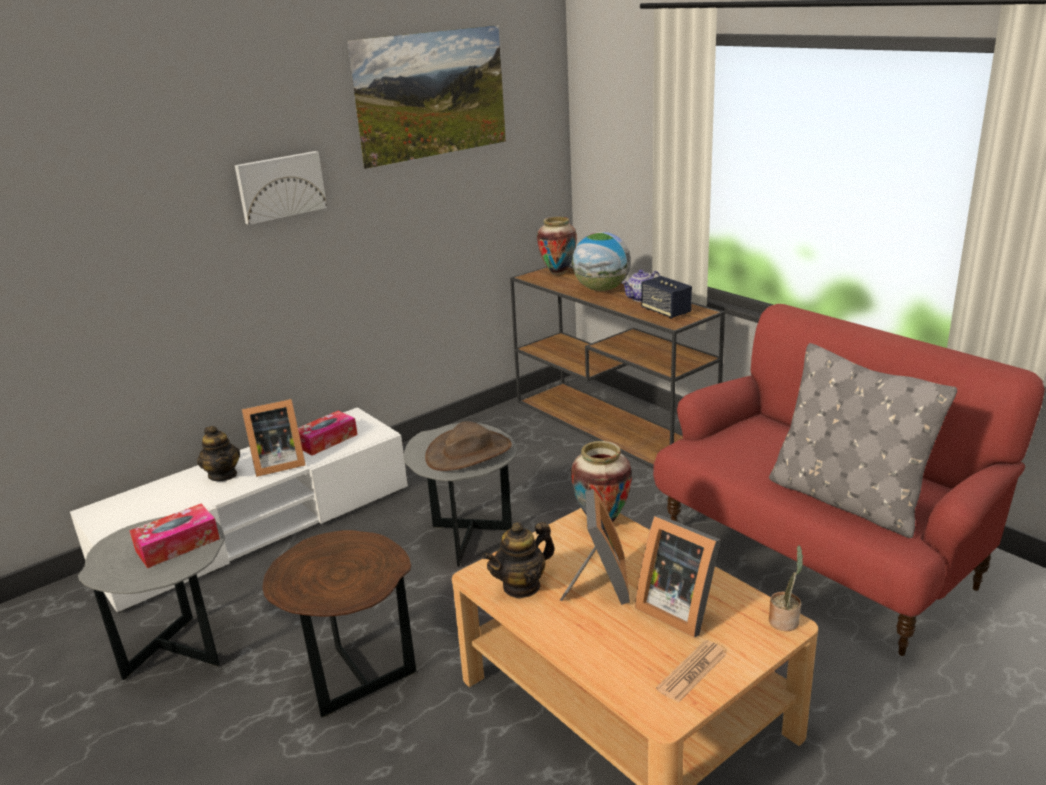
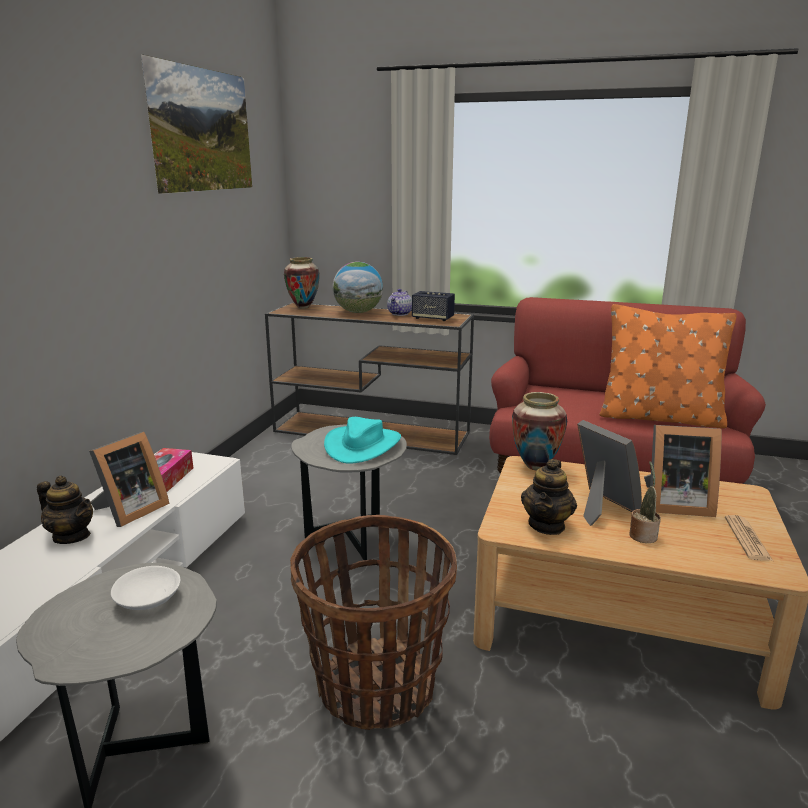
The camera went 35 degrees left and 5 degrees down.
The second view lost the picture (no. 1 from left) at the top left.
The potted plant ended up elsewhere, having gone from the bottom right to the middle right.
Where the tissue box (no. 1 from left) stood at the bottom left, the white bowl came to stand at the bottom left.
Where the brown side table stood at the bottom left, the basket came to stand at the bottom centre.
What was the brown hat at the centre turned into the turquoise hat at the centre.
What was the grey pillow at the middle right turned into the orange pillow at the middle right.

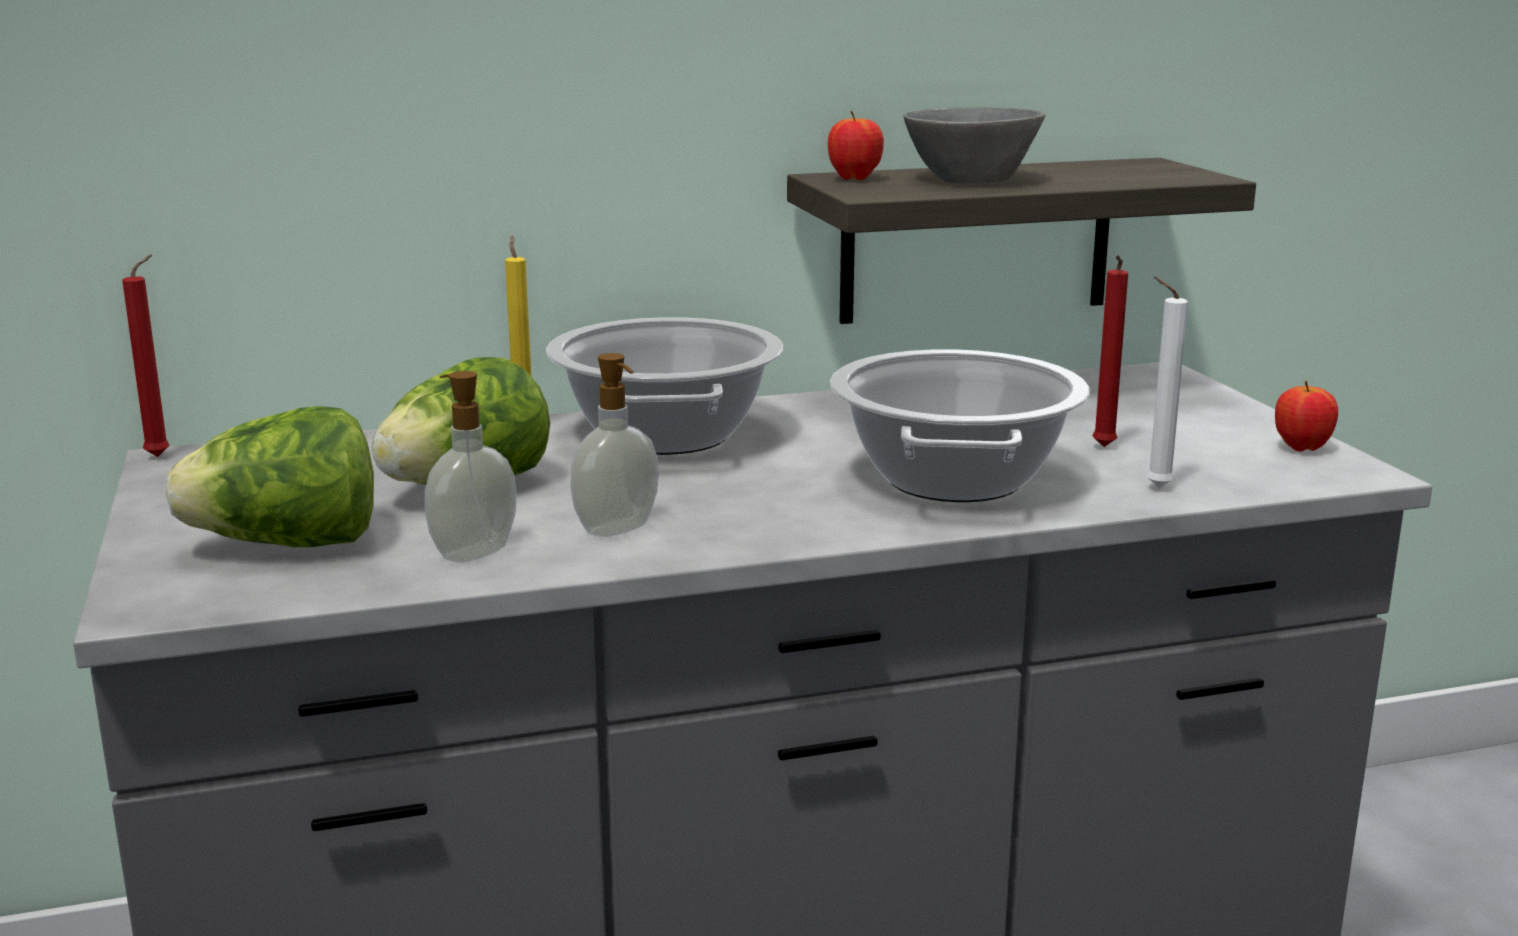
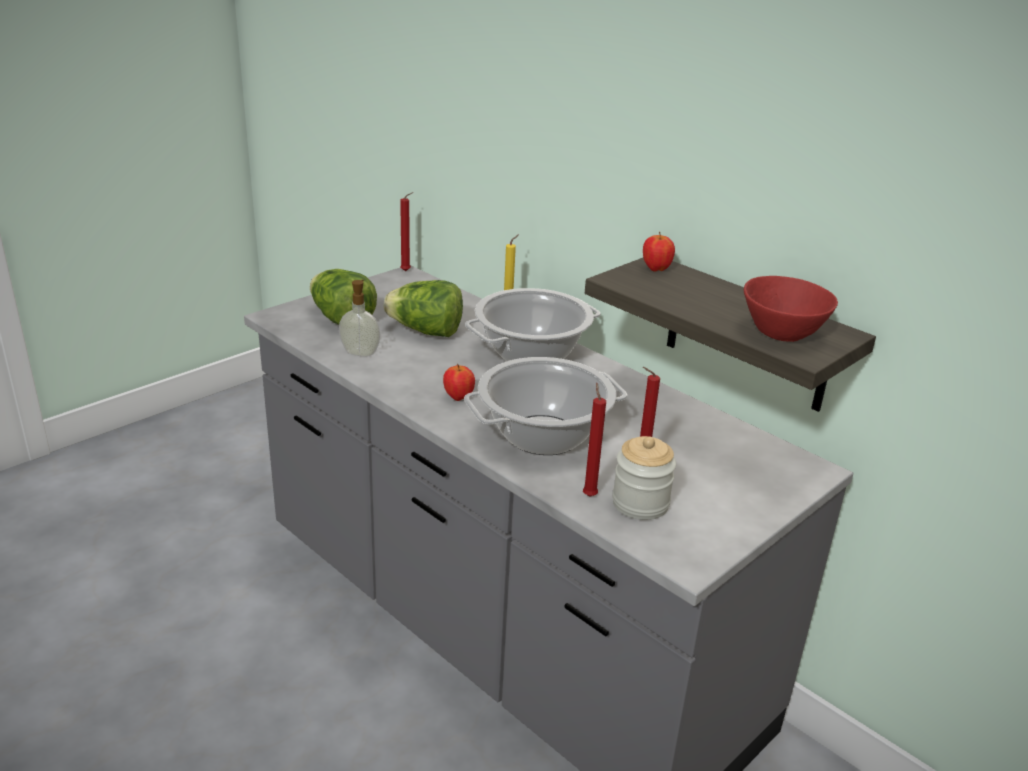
The camera went 60 degrees right and 10 degrees up.
The second view lost the soap dispenser (no. 2 from left) at the centre.
The second view lost the grey bowl at the top centre.
The second view gained the jar at the centre.
The second view gained the red bowl at the middle right.
The apple (no. 2 from left in the first image) ended up elsewhere, having gone from the middle right to the centre.
What was the white candle at the middle right turned into the red candle (no. 2 from left) at the centre.

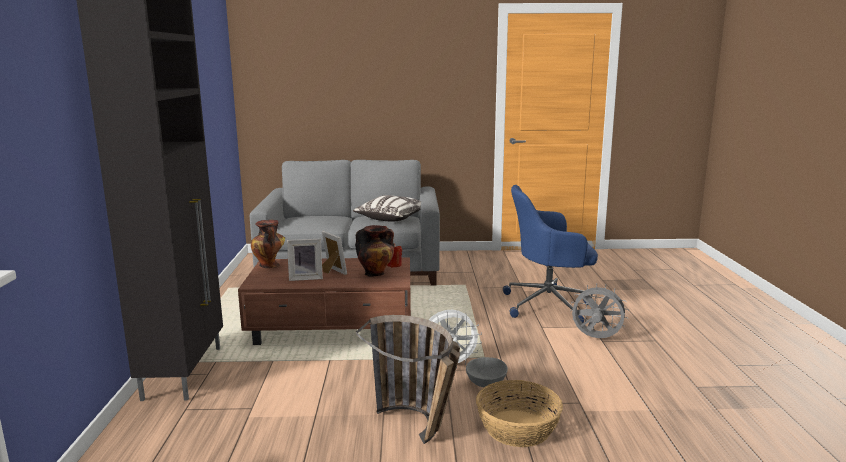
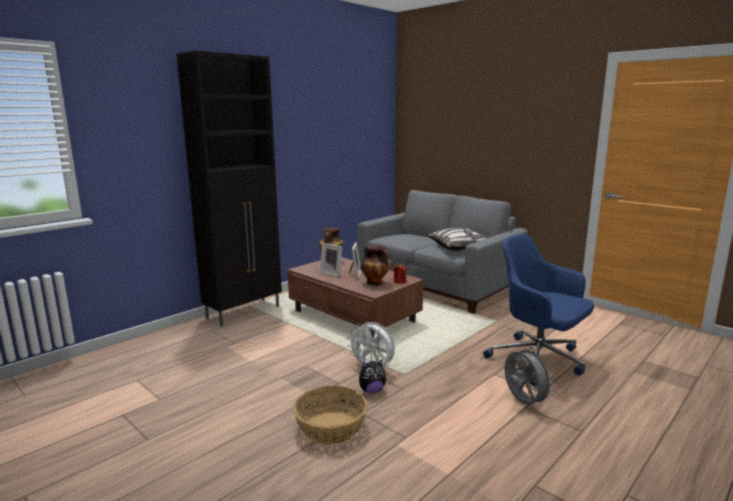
The camera went 45 degrees right and 0 degrees up.
The second view lost the basket (no. 1 from left) at the bottom centre.
Where the grey bowl stood at the bottom centre, the plush toy came to stand at the bottom centre.

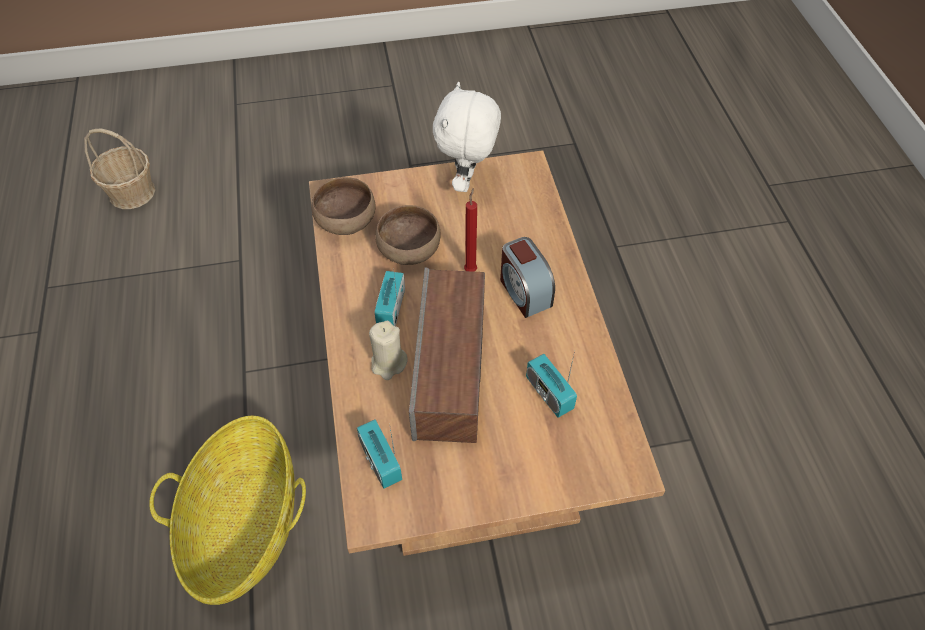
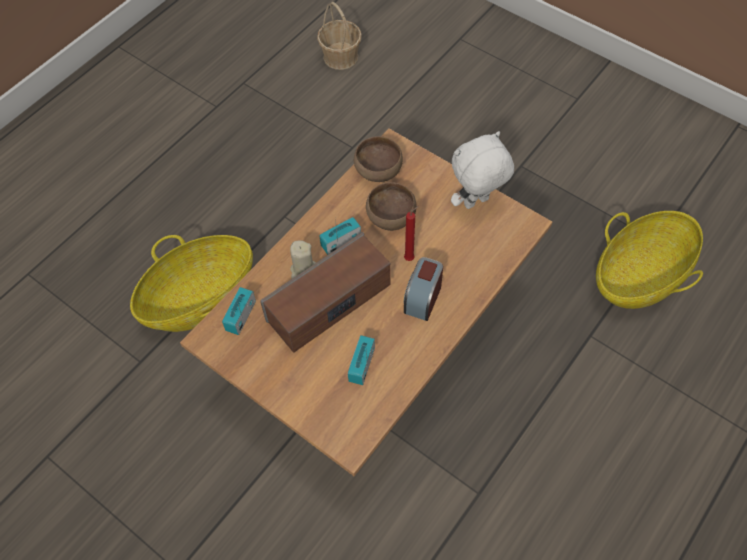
The camera went 50 degrees right and 5 degrees up.
The second view gained the basket (no. 3 from left) at the middle right.

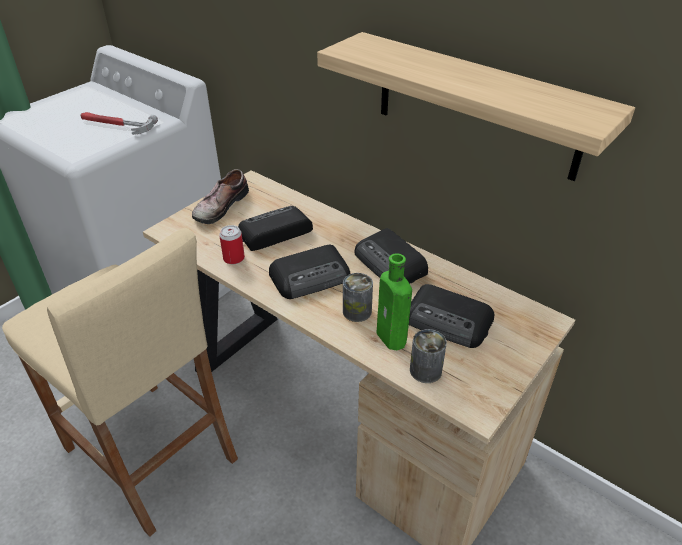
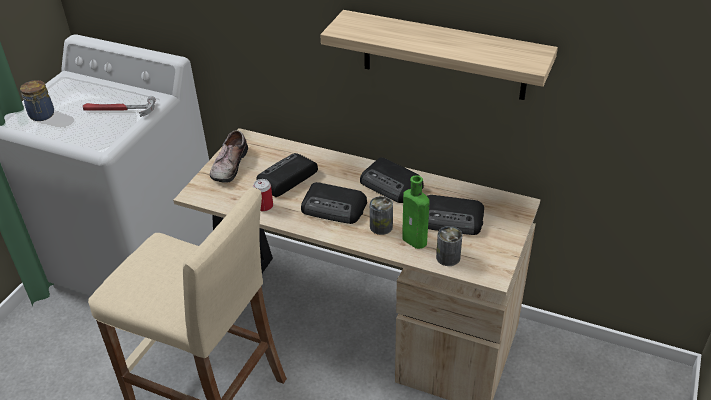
The camera went 15 degrees left and 0 degrees up.
The second view gained the jar at the top left.
The radio (no. 2 from left) at the centre ended up facing another way, 60 degrees clockwise from before.

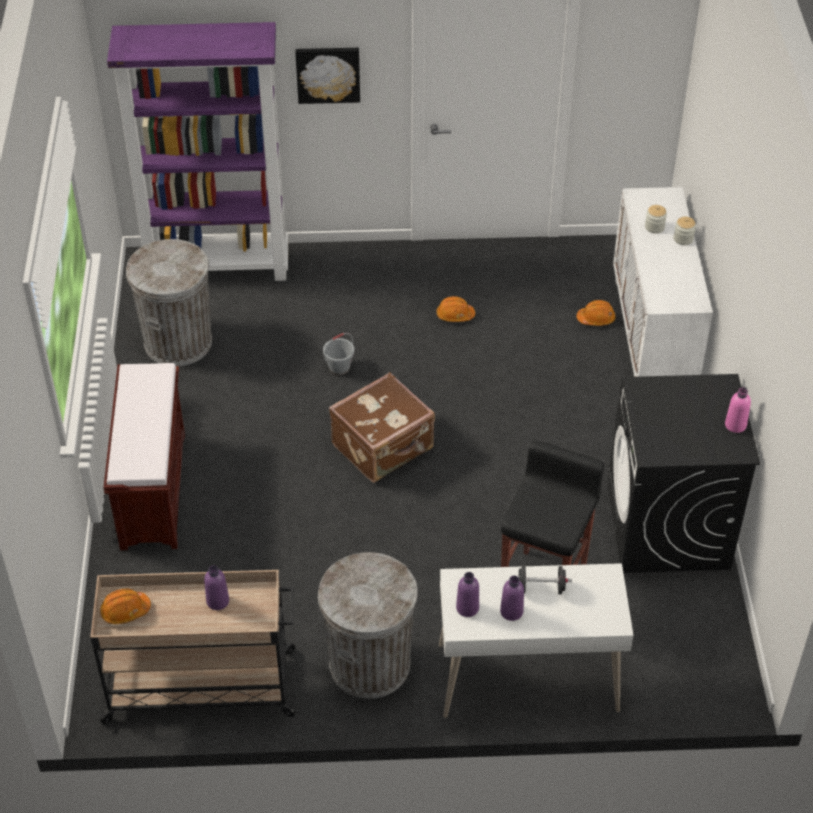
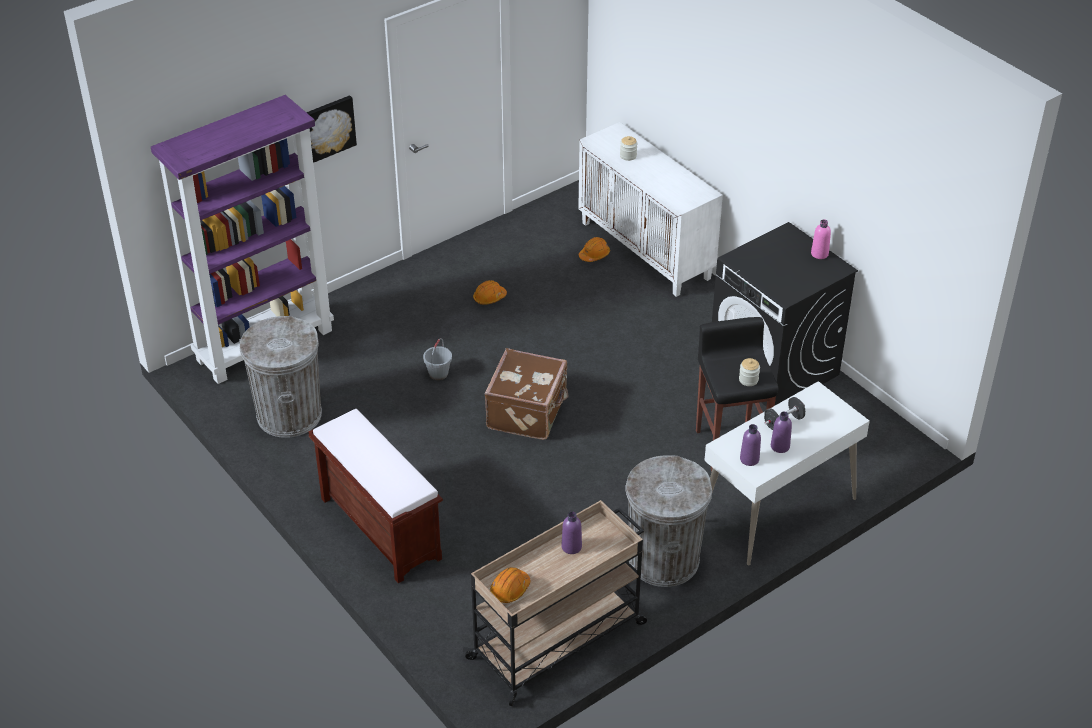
The camera went 35 degrees left and 5 degrees down.
The jar (no. 2 from left) ended up elsewhere, having gone from the top right to the middle right.

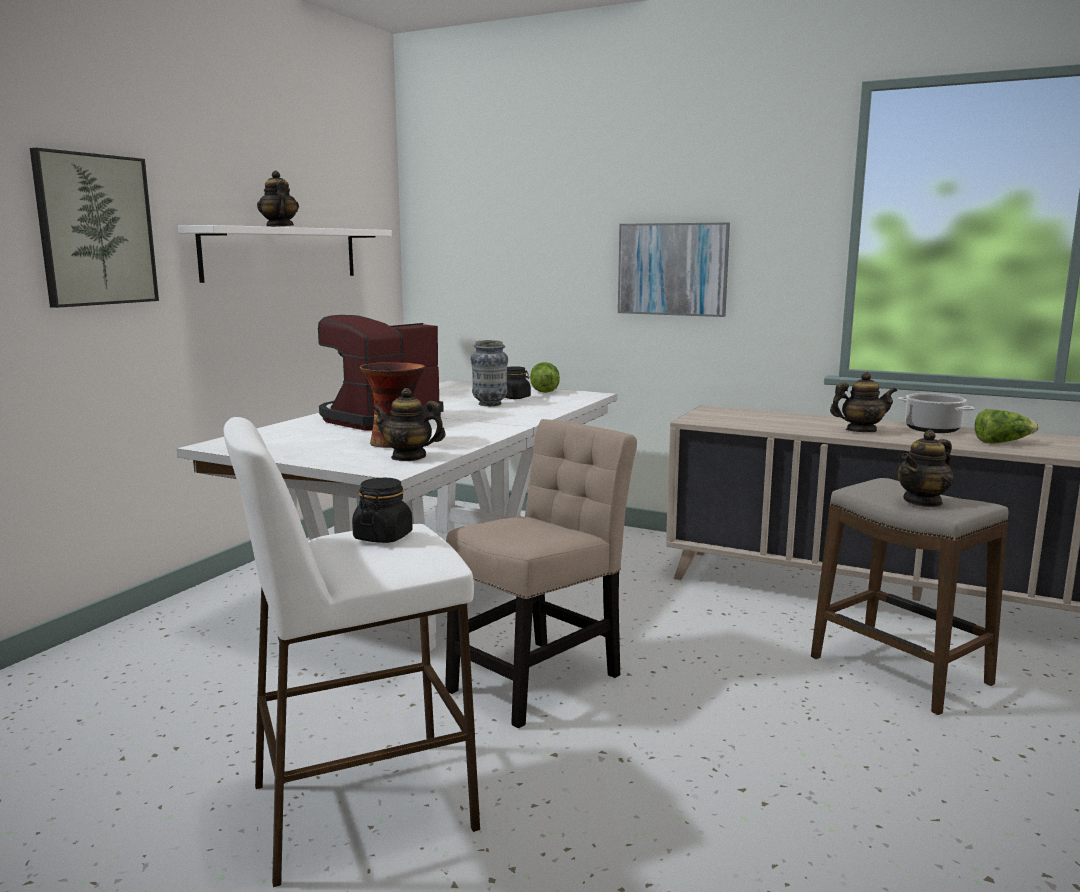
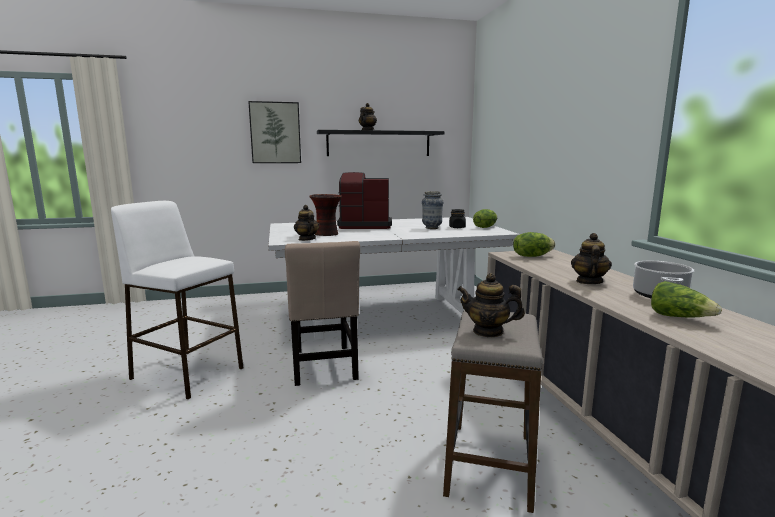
The camera went 50 degrees right and 0 degrees up.
The second view lost the black jar (no. 1 from left) at the centre.
The second view lost the picture (no. 2 from left) at the top centre.
The second view gained the lettuce (no. 2 from left) at the middle right.
What was the white shelf at the top left turned into the black shelf at the top centre.
The beige chair at the centre ended up facing another way, 75 degrees clockwise from before.
The teapot (no. 3 from left in the first image) at the middle right ended up facing another way, 120 degrees counterclockwise from before.

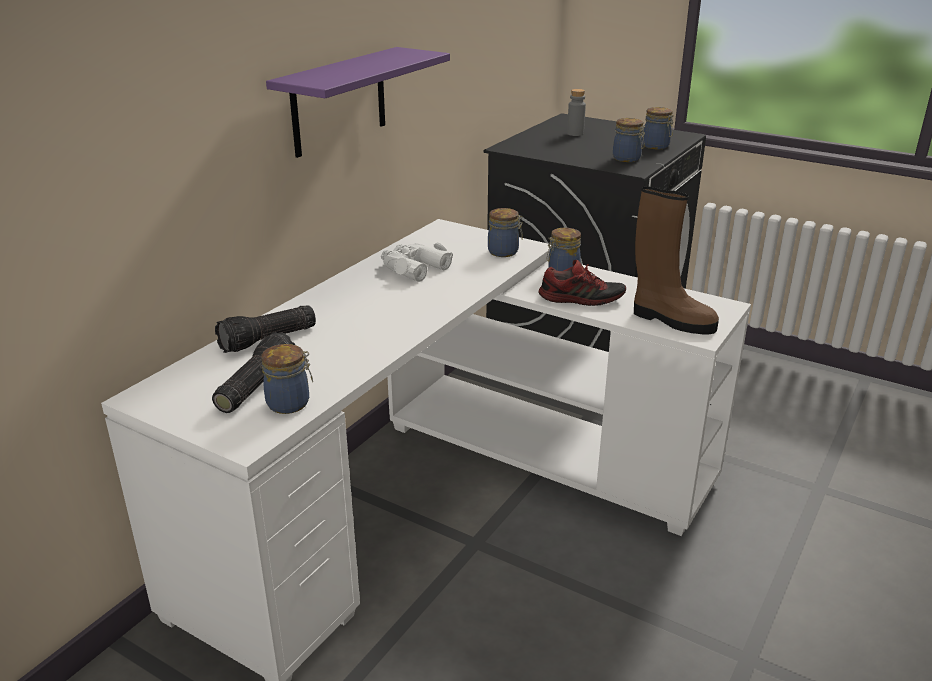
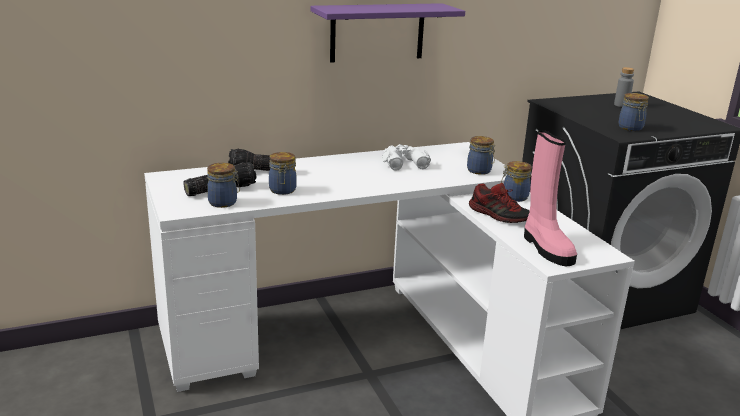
The camera went 35 degrees right and 5 degrees down.
The jar (no. 5 from left in the first image) ended up elsewhere, having gone from the top right to the centre.
What was the brown boot at the middle right turned into the pink boot at the middle right.

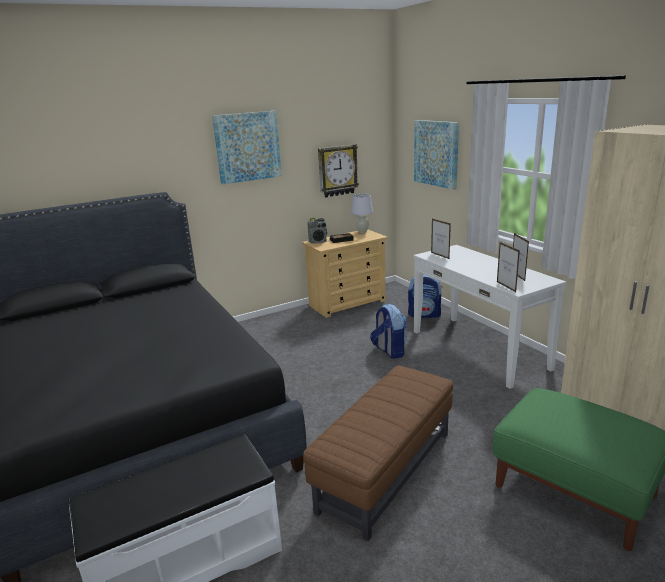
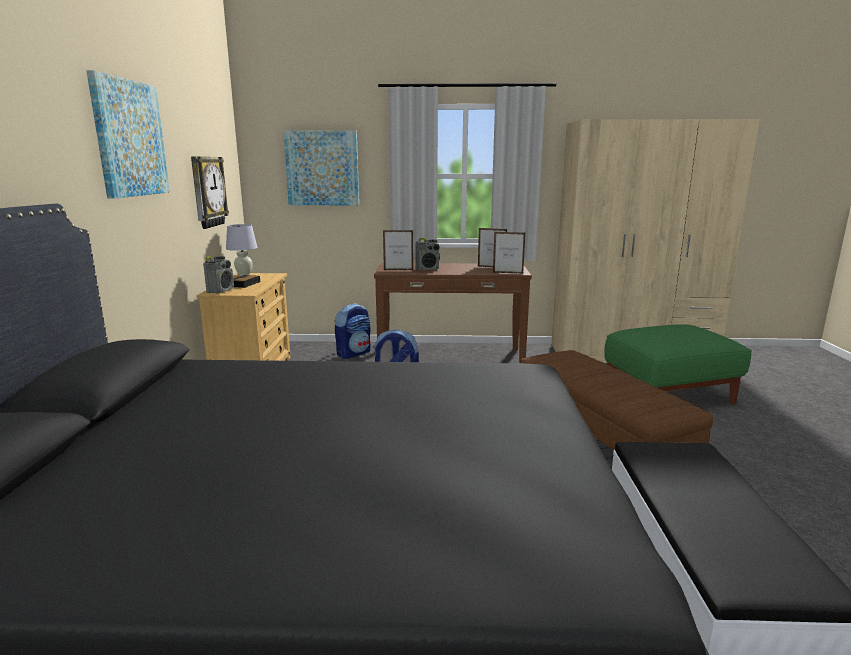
The camera went 60 degrees left and 5 degrees down.
The second view gained the radio (no. 2 from left) at the centre.
What was the white console table at the middle right turned into the brown console table at the centre.

